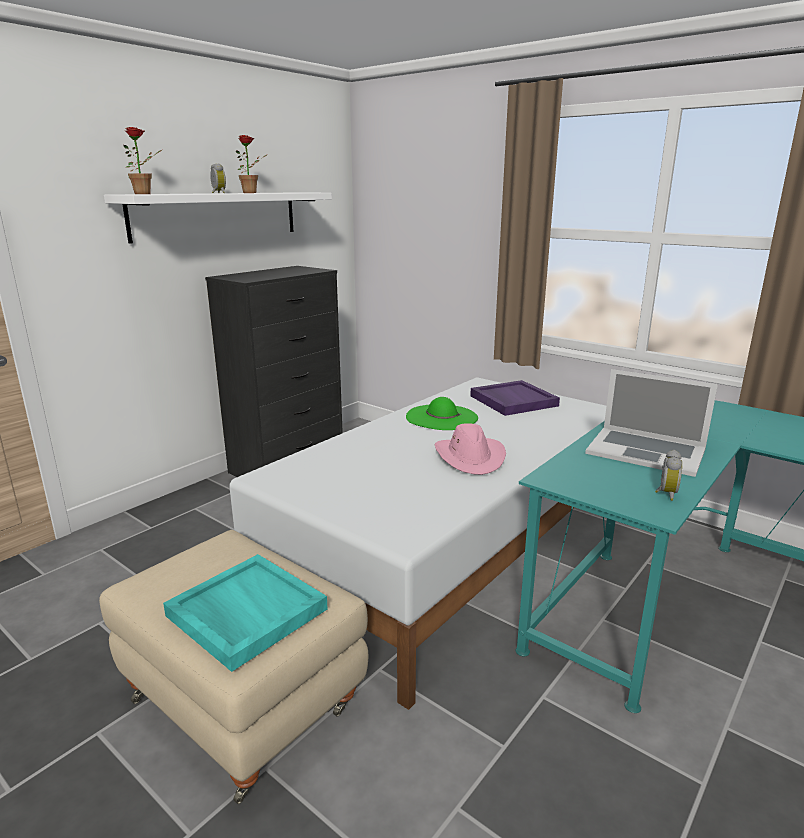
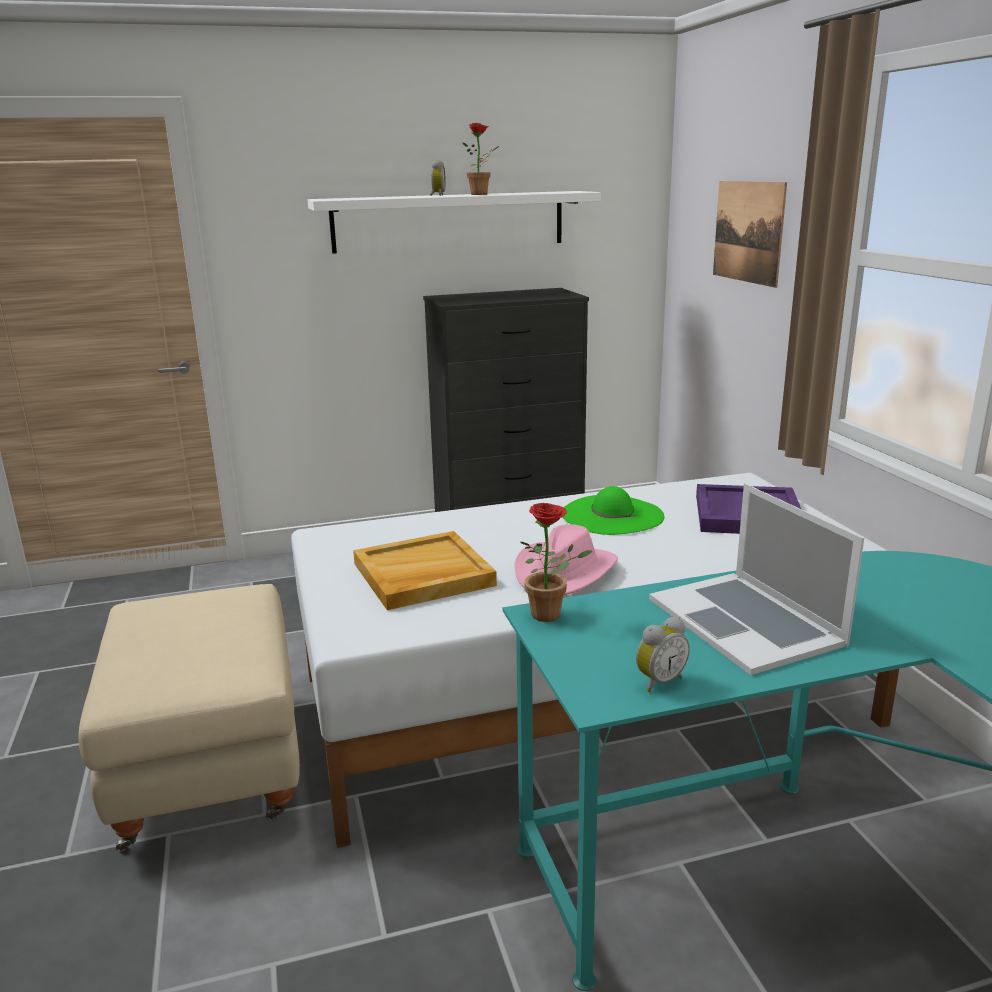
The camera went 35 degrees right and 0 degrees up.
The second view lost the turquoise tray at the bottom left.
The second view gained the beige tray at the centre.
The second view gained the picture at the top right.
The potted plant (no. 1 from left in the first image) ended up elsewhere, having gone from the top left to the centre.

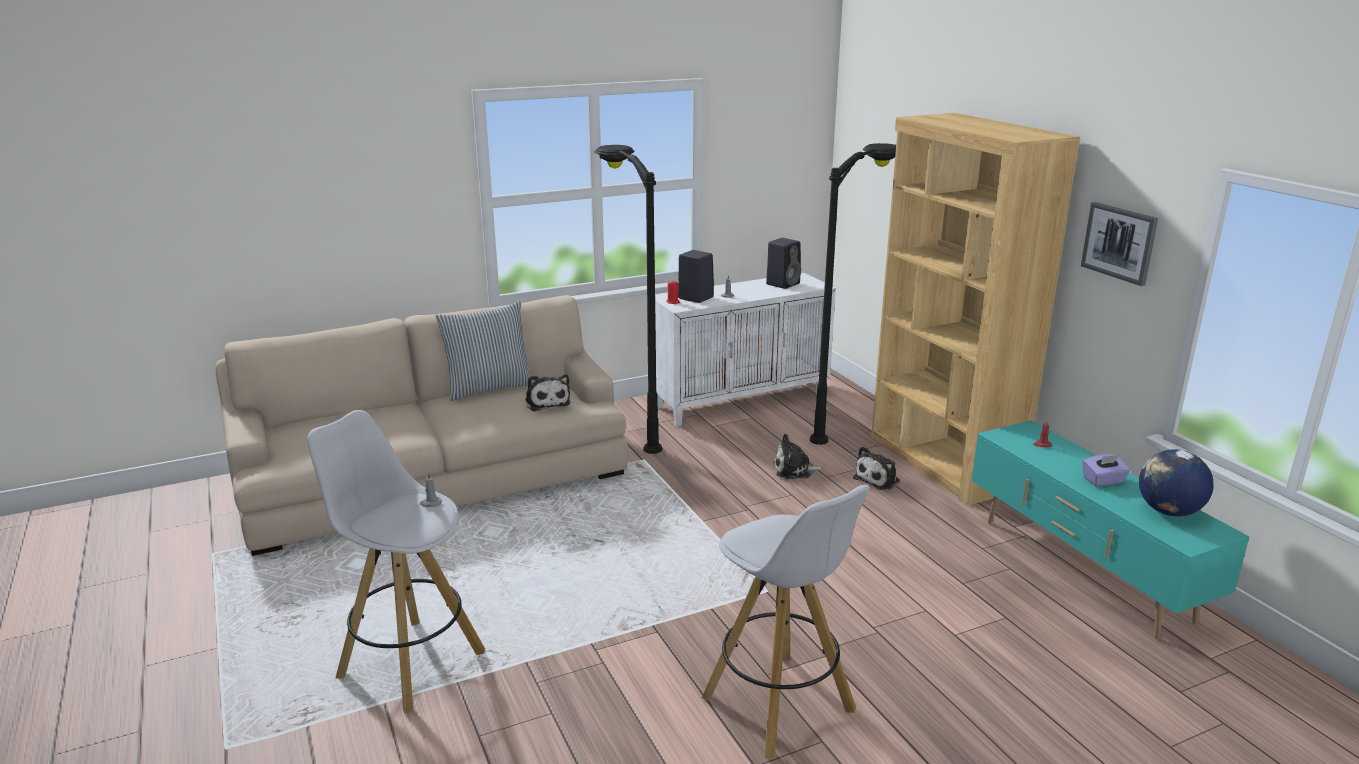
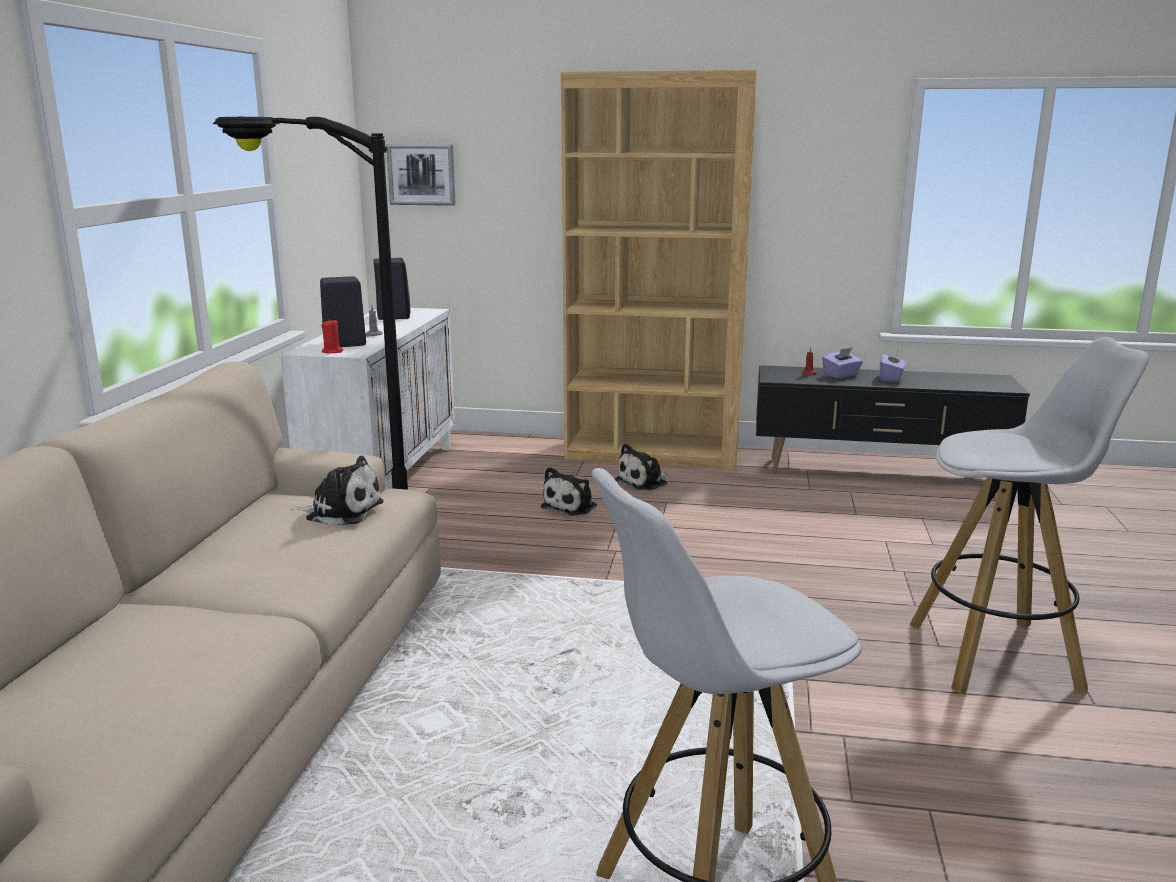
The camera went 55 degrees left and 5 degrees down.
The second view lost the grey candle (no. 1 from left) at the middle left.
The second view lost the pillow at the centre.
The second view lost the black floor lamp (no. 2 from left) at the centre.
The second view lost the globe at the middle right.
The second view gained the purple tissue box (no. 1 from left) at the middle right.
The picture ended up elsewhere, having gone from the top right to the top centre.
What was the turquoise tv stand at the bottom right turned into the black tv stand at the middle right.
The plush toy (no. 3 from left) at the centre ended up facing another way, 60 degrees clockwise from before.

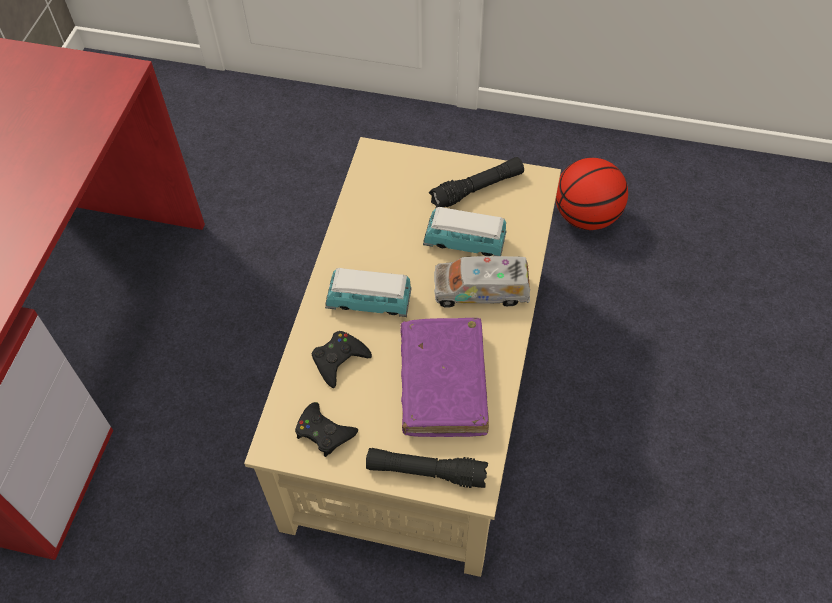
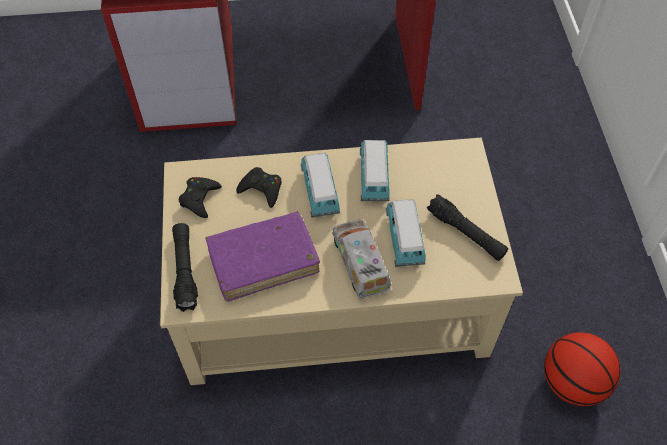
The camera went 70 degrees right and 0 degrees up.
The second view gained the toy car (no. 2 from left) at the centre.

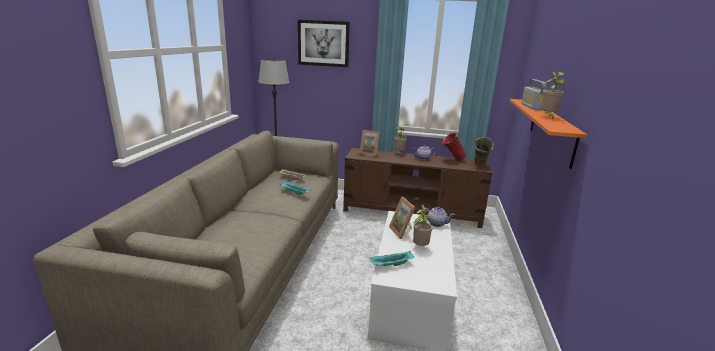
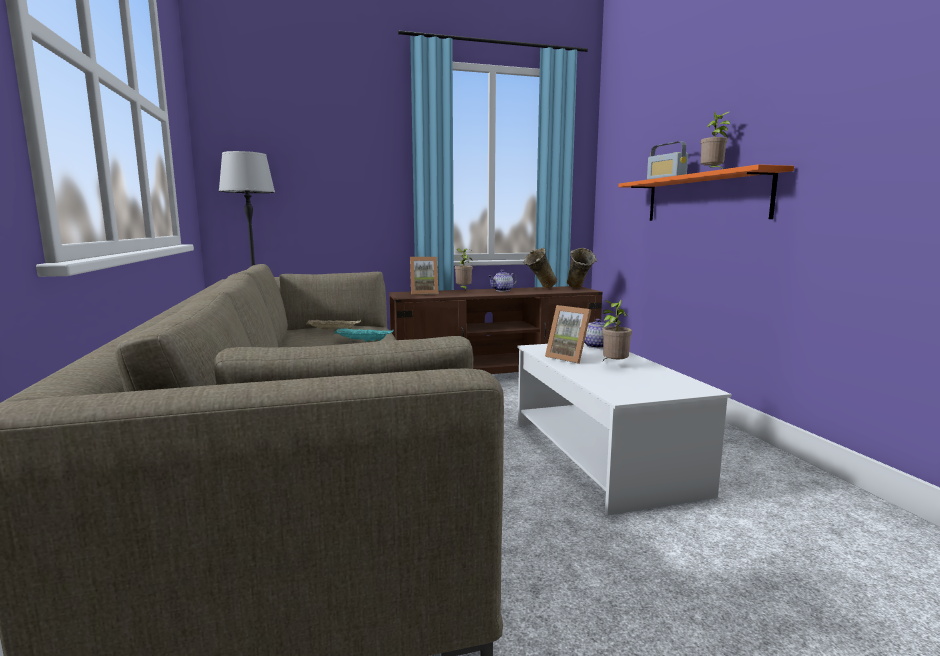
The camera went 25 degrees left and 10 degrees down.
The second view lost the picture at the top centre.
The second view lost the turquoise tray (no. 2 from left) at the bottom centre.
What was the red vase at the centre turned into the beige vase (no. 1 from left) at the centre.

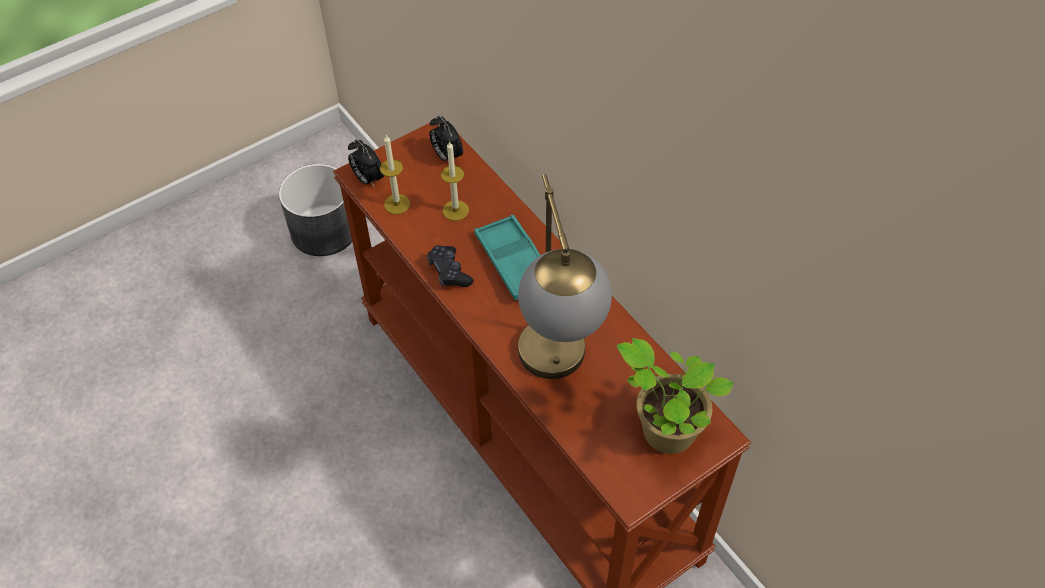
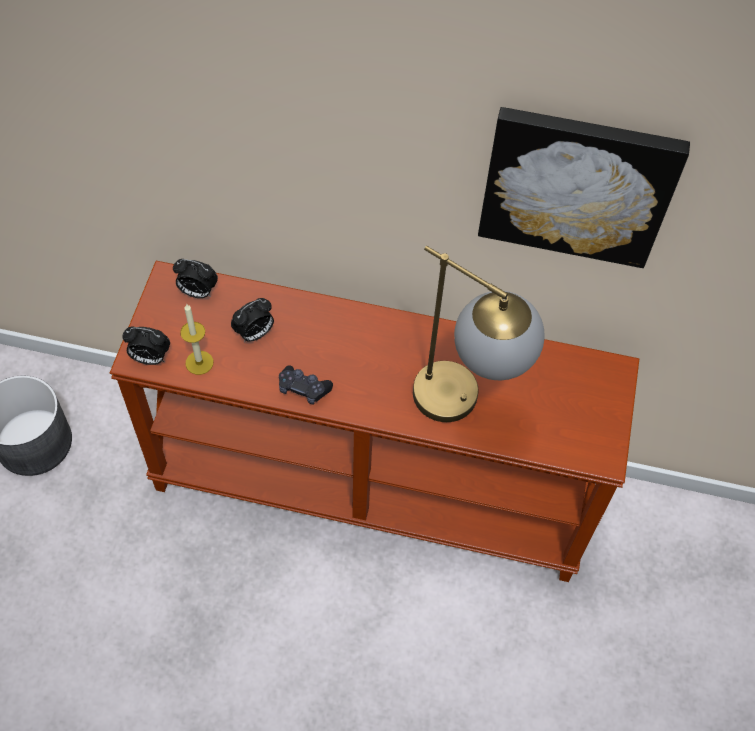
The camera went 45 degrees left and 5 degrees up.
The second view lost the turquoise tray at the centre.
The second view lost the potted plant at the bottom centre.
The second view gained the picture at the top right.
Where the candle (no. 2 from left) stood at the top centre, the alarm clock (no. 3 from left) came to stand at the centre.

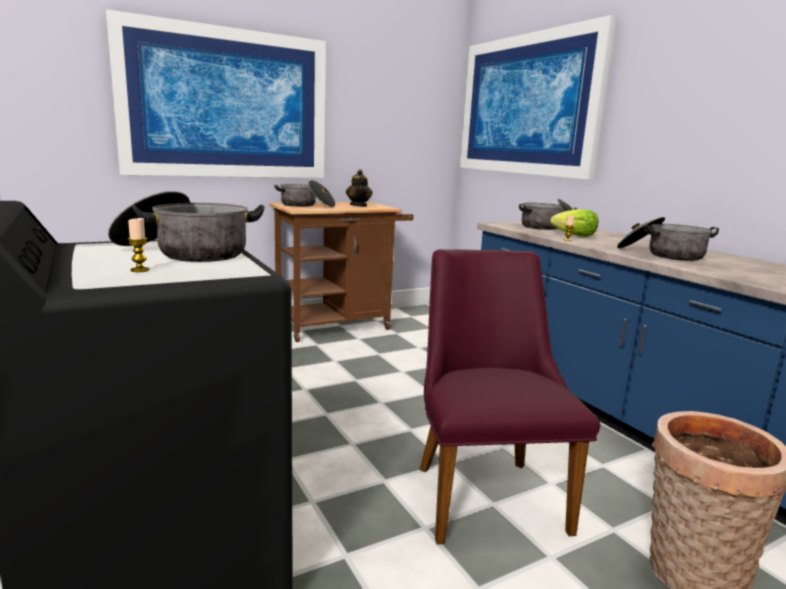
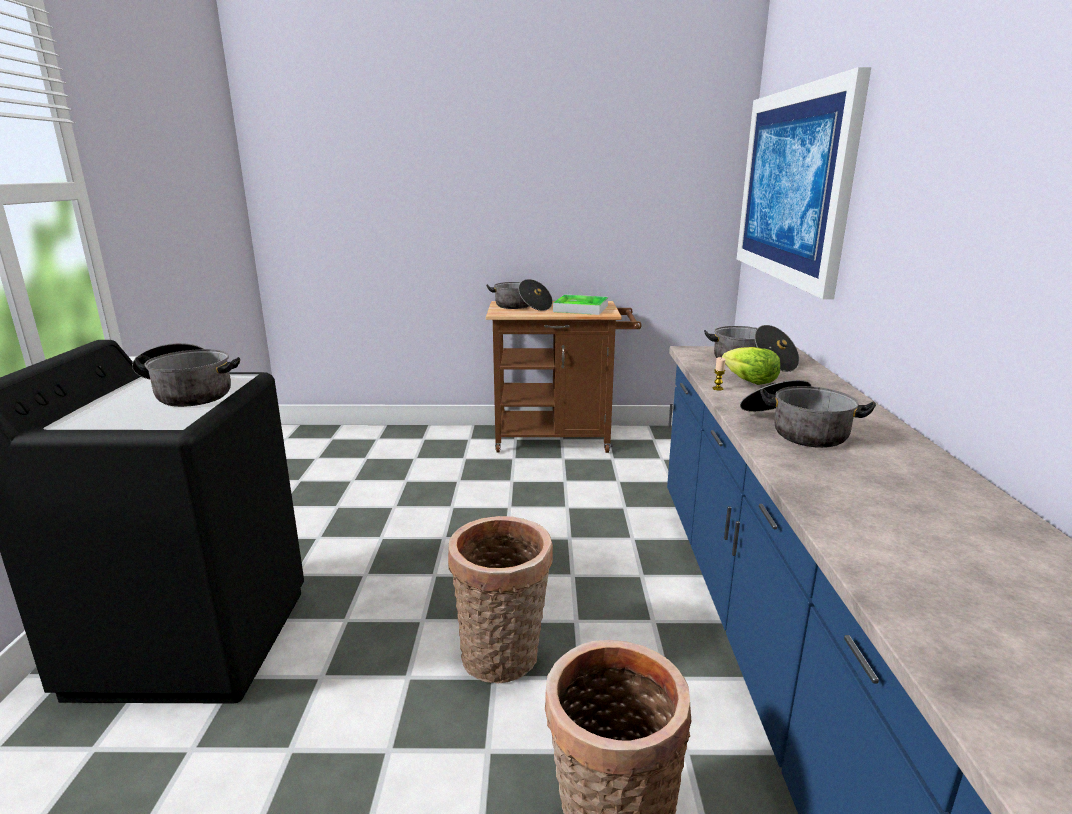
The camera went 30 degrees right and 5 degrees up.
The second view lost the picture (no. 1 from left) at the top left.
The second view lost the candle (no. 1 from left) at the middle left.
Where the teapot stood at the top centre, the tray came to stand at the centre.
Where the purple chair stood at the bottom centre, the basket (no. 1 from left) came to stand at the bottom centre.

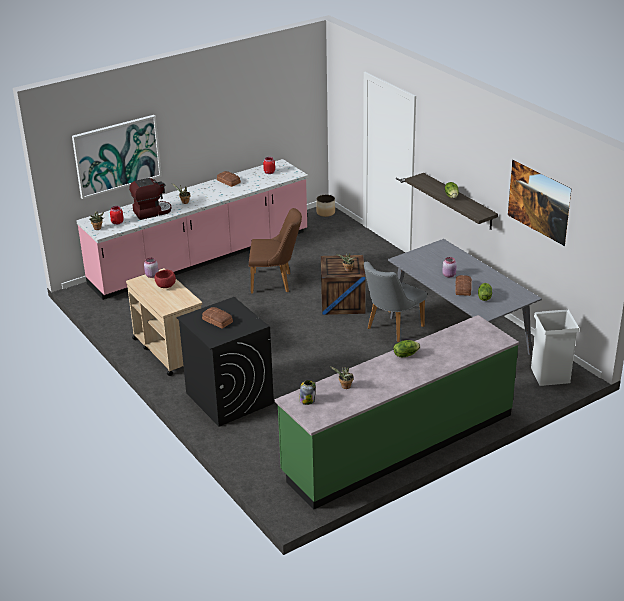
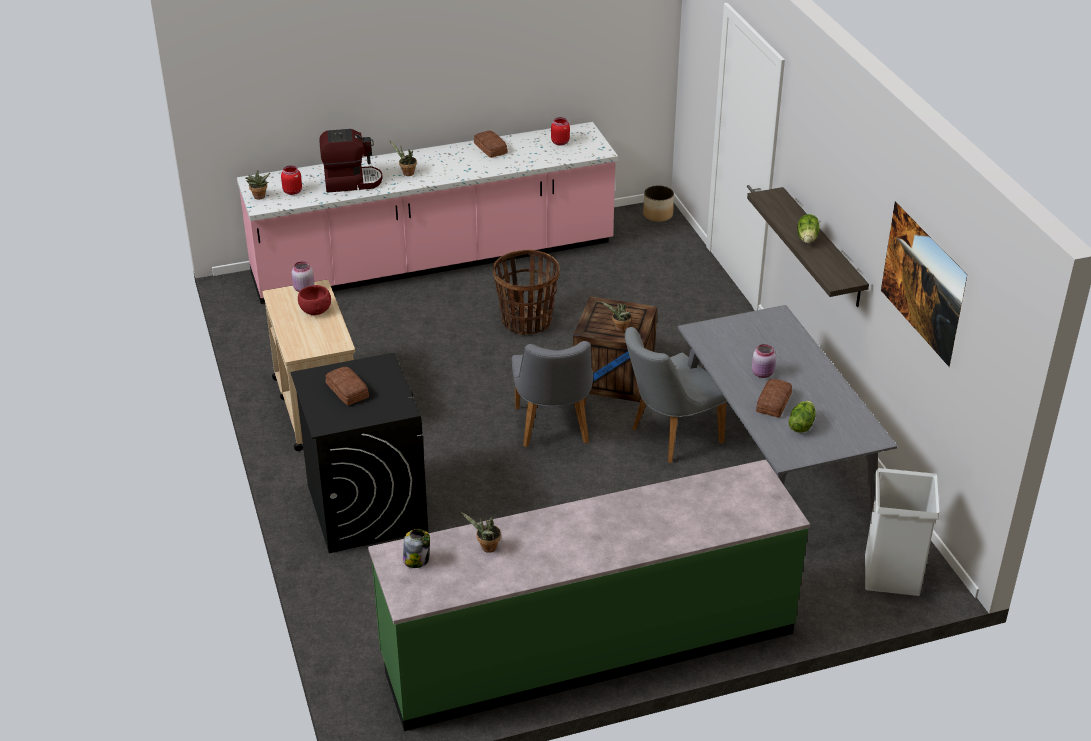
The camera went 15 degrees right and 5 degrees up.
The second view lost the picture (no. 1 from left) at the top left.
The second view lost the lettuce (no. 1 from left) at the centre.
The second view gained the grey chair (no. 1 from left) at the centre.
Where the brown chair stood at the centre, the basket came to stand at the centre.

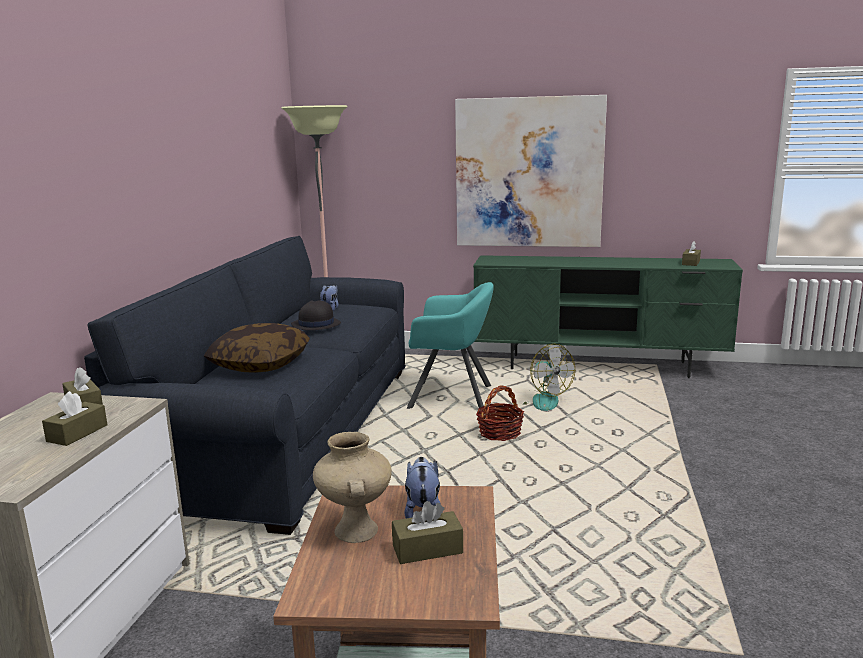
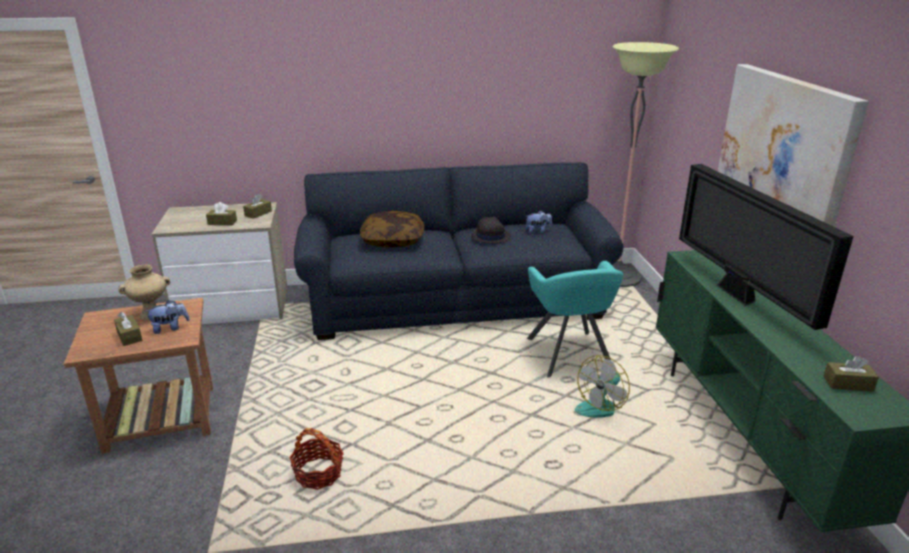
The camera went 70 degrees right and 10 degrees up.
The second view gained the television at the middle right.
The basket ended up elsewhere, having gone from the centre to the bottom centre.

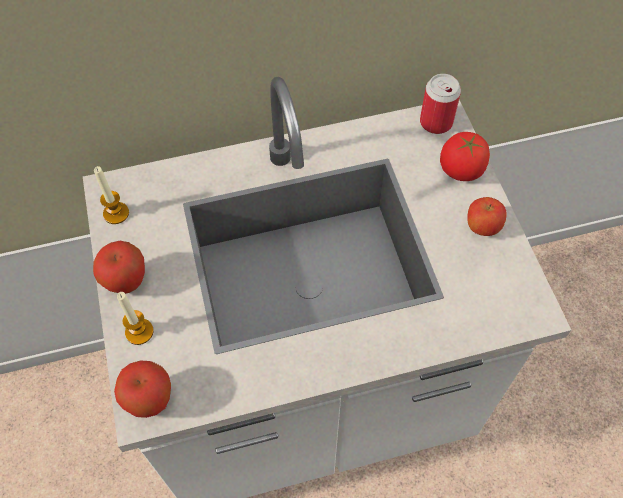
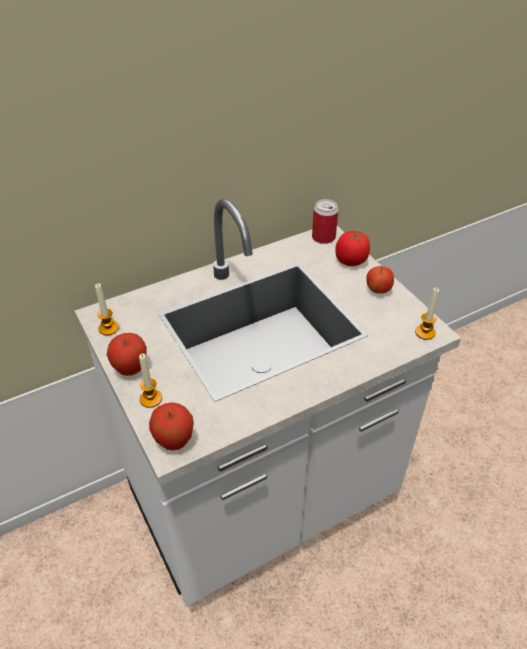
The camera went 15 degrees left and 15 degrees down.
The second view gained the candle (no. 3 from left) at the middle right.

